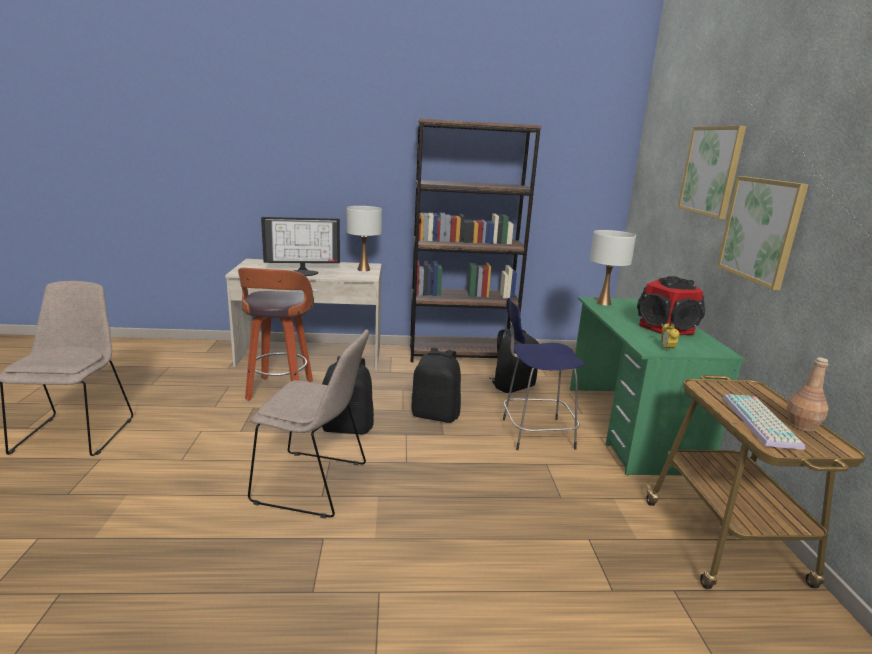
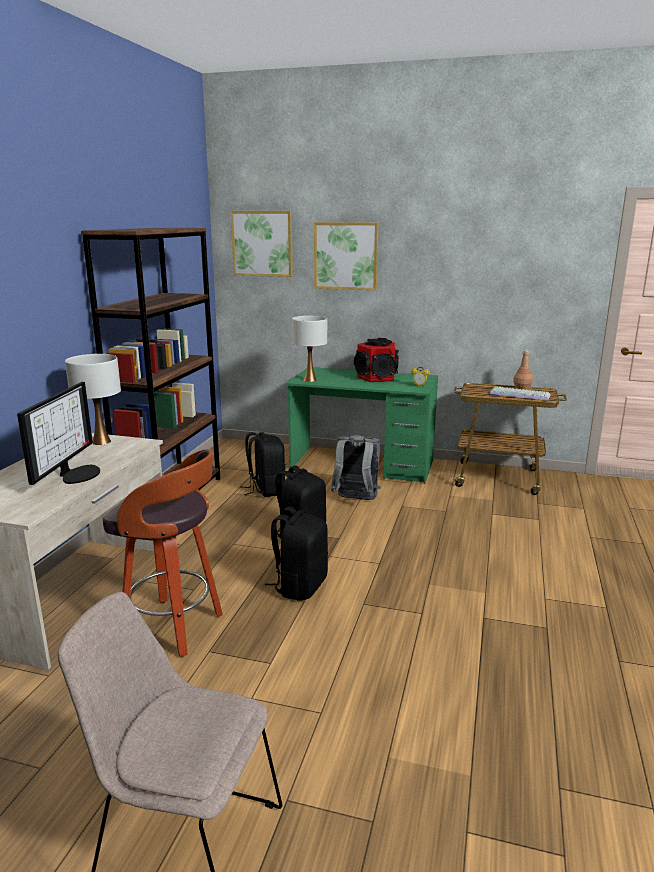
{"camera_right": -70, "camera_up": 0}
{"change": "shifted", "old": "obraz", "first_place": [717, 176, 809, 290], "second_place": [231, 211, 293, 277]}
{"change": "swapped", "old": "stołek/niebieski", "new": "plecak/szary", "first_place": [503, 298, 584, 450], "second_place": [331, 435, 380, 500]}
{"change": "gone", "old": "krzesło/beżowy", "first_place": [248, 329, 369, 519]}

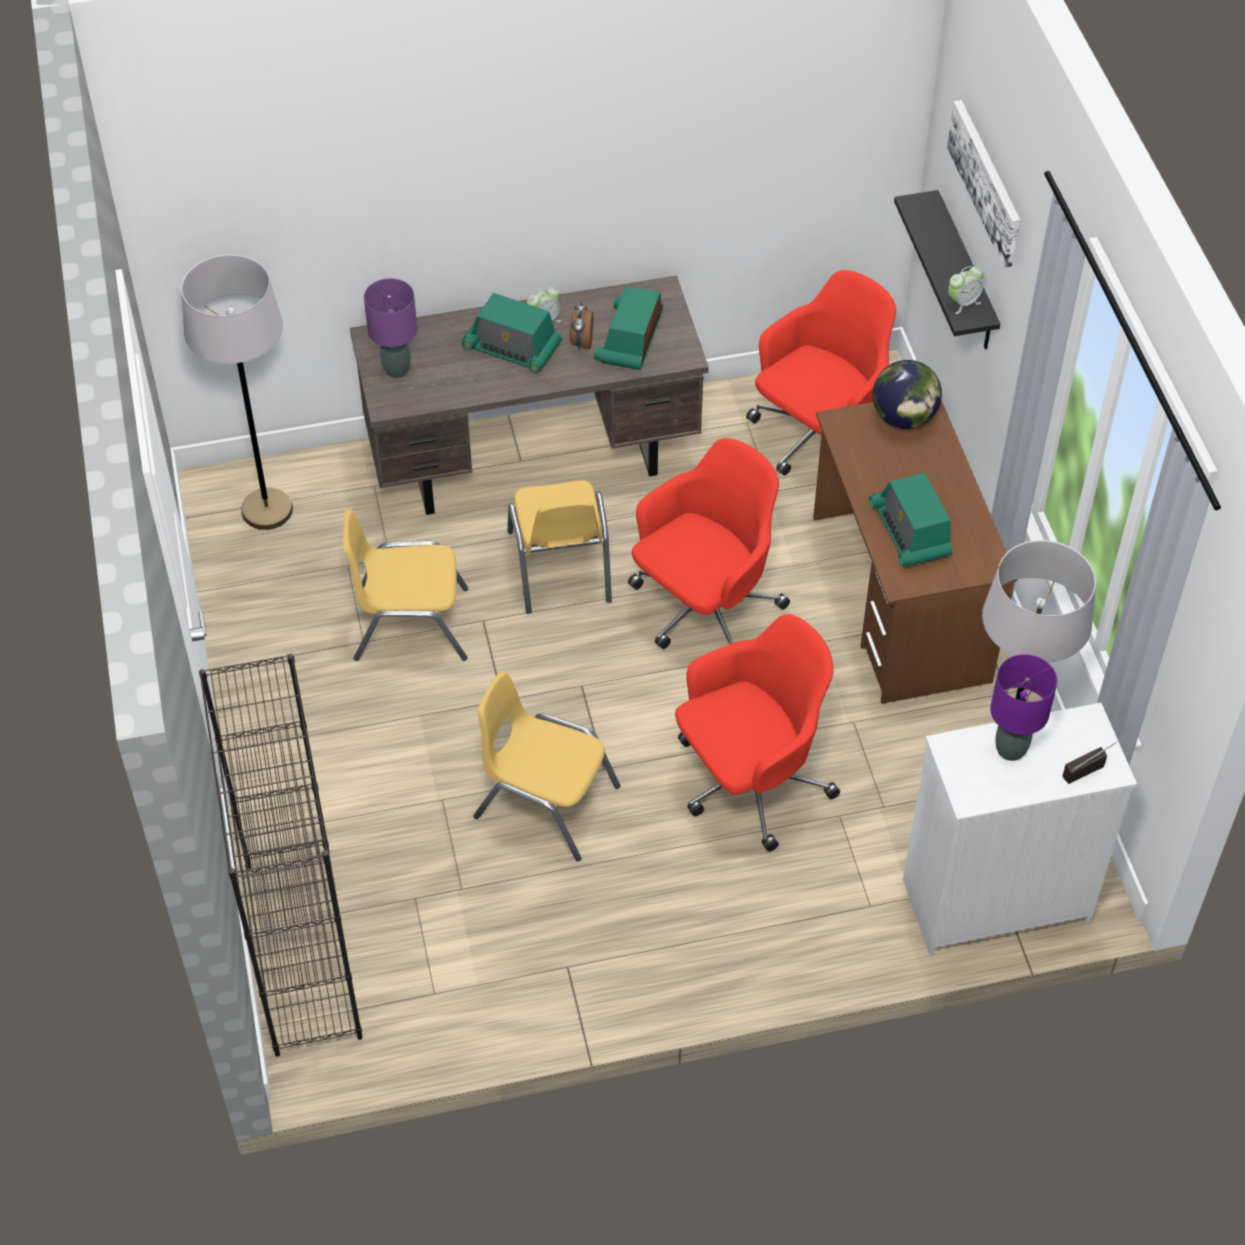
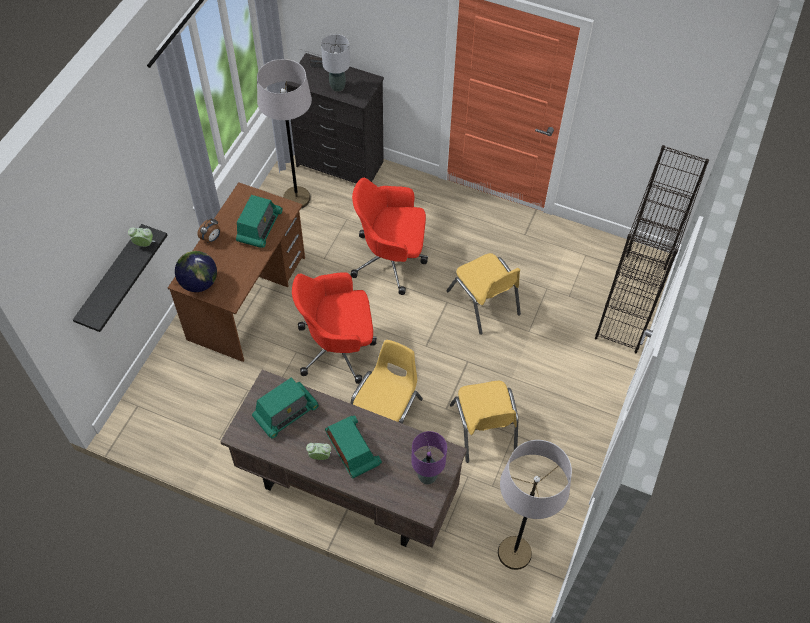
{"camera_right": -145, "camera_up": 5}
{"change": "shifted", "old": "budzik", "first_place": [570, 302, 593, 350], "second_place": [197, 219, 220, 243]}
{"change": "repainted", "old": "komoda/biały", "new": "komoda/czarny", "first_place": [903, 703, 1137, 955], "second_place": [285, 53, 384, 184]}
{"change": "repainted", "old": "lampa stołowa/fioletowy", "new": "lampa stołowa/szary", "first_place": [990, 654, 1057, 761], "second_place": [321, 34, 350, 92]}
{"change": "rotated", "old": "krzesło/żółty", "first_place": [343, 510, 468, 661], "second_place": [450, 381, 518, 463], "degrees": 45}
{"change": "gone", "old": "krzesło biurowe/czerwony", "first_place": [746, 270, 896, 475]}
{"change": "gone", "old": "obraz", "first_place": [947, 100, 1021, 268]}

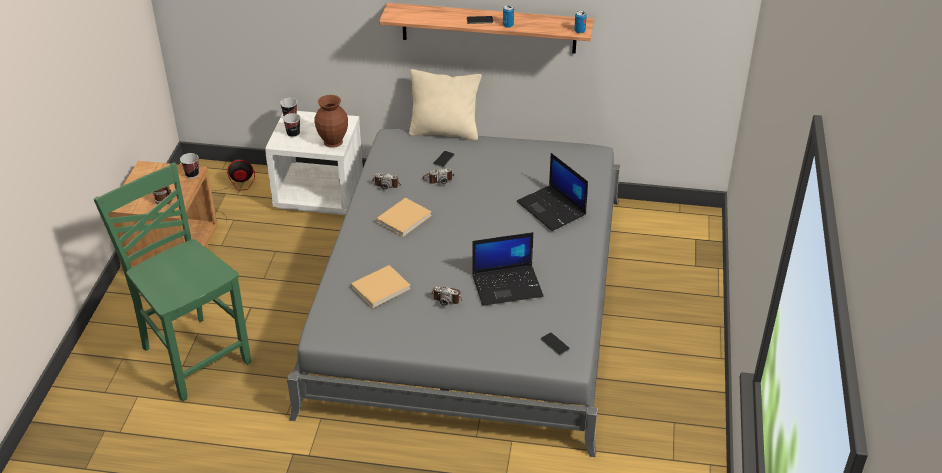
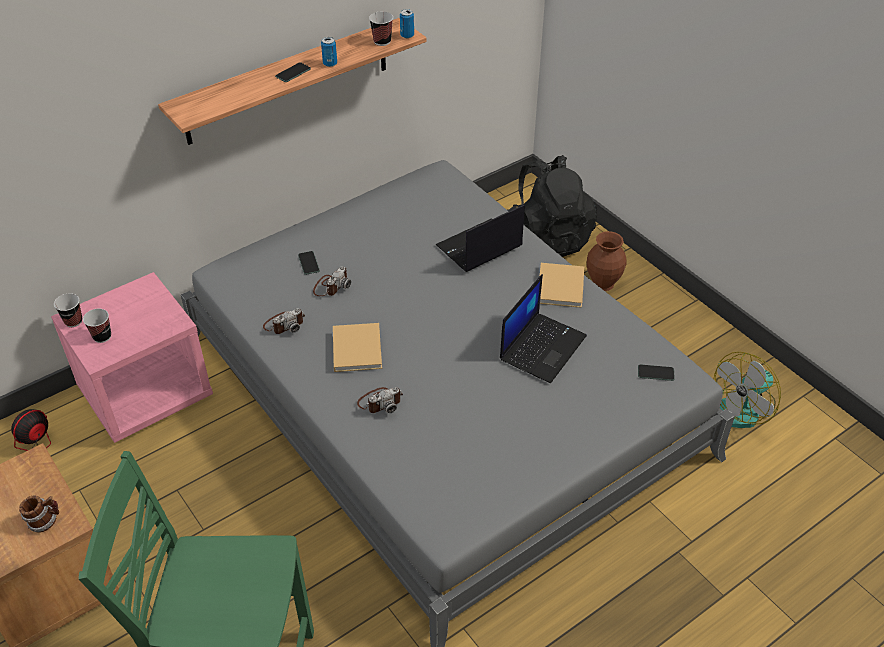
{"camera_right": -45, "camera_up": 5}
{"change": "repainted", "old": "szafka nocna/biały", "new": "szafka nocna/różowy", "first_place": [265, 111, 363, 215], "second_place": [51, 272, 213, 443]}
{"change": "shifted", "old": "aparat fotograficzny", "first_place": [431, 286, 462, 306], "second_place": [357, 387, 403, 413]}
{"change": "shifted", "old": "filiżanka", "first_place": [180, 153, 199, 178], "second_place": [369, 12, 393, 46]}
{"change": "rotated", "old": "laptop", "first_place": [517, 153, 588, 231], "second_place": [436, 205, 525, 272], "degrees": 135}
{"change": "new", "new": "plecak/czarny", "second_place": [507, 155, 598, 257]}
{"change": "shifted", "old": "książka/beżowy", "first_place": [351, 265, 411, 308], "second_place": [540, 263, 584, 308]}
{"change": "shifted", "old": "wazon/brązowy", "first_place": [314, 95, 348, 148], "second_place": [587, 231, 627, 291]}
{"change": "new", "new": "wentylator", "second_place": [714, 352, 781, 428]}
{"change": "gone", "old": "poduszka/beżowy", "first_place": [409, 69, 482, 141]}

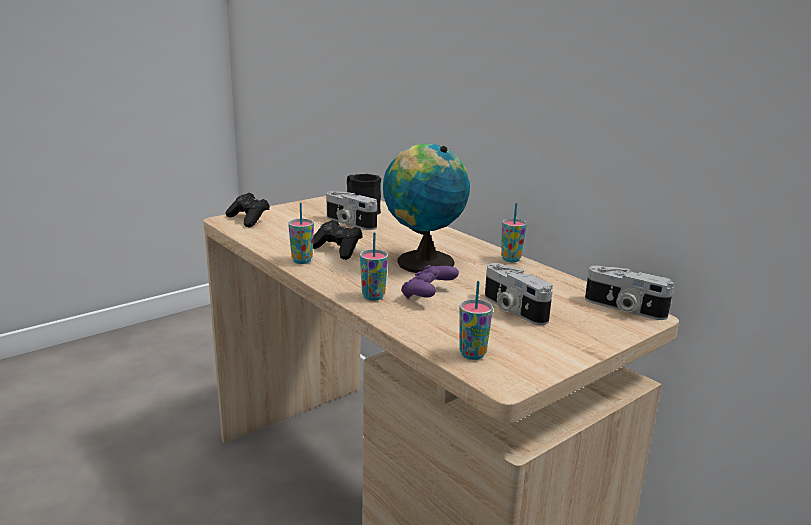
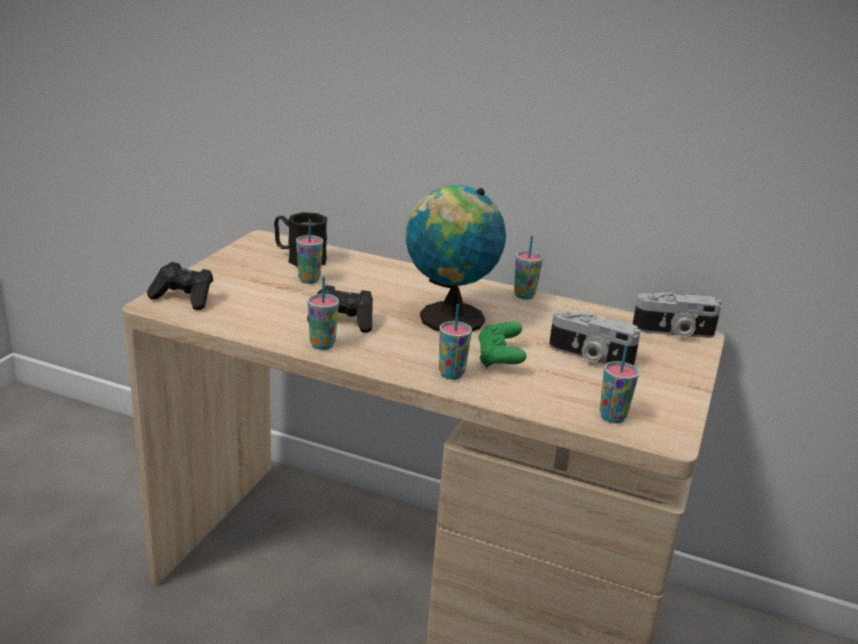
{"camera_right": -30, "camera_up": 5}
{"change": "swapped", "old": "aparat fotograficzny", "new": "filiżanka", "first_place": [326, 191, 377, 230], "second_place": [296, 219, 323, 284]}
{"change": "repainted", "old": "pad do gier/fioletowy", "new": "pad do gier/zielony", "first_place": [401, 265, 459, 299], "second_place": [478, 322, 526, 368]}

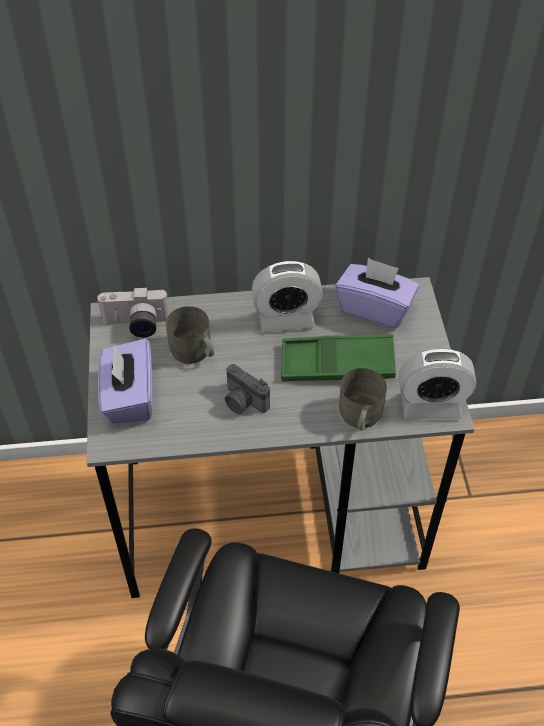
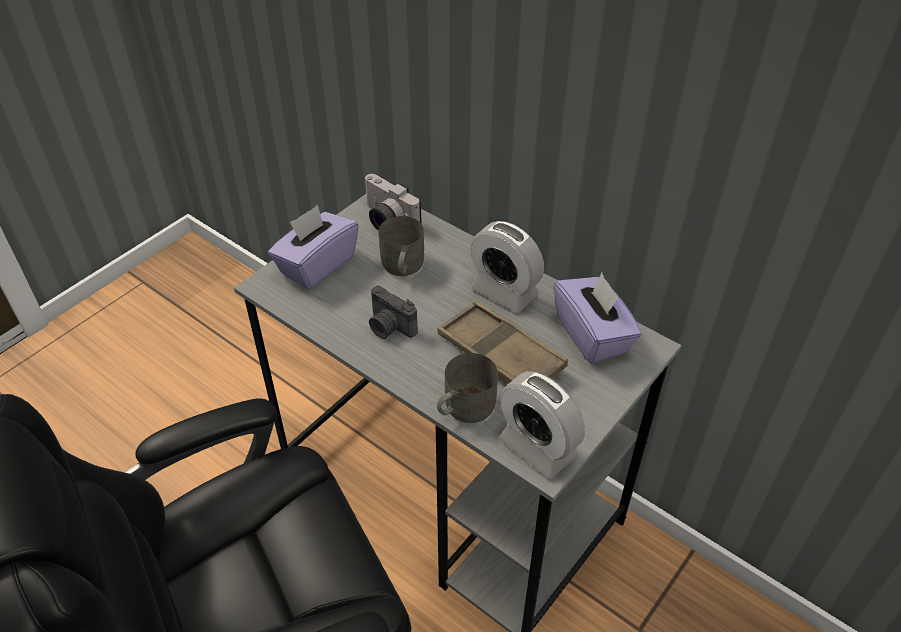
{"camera_right": 45, "camera_up": -5}
{"change": "rotated", "old": "aparat fotograficzny", "first_place": [225, 364, 270, 414], "second_place": [369, 286, 418, 339], "degrees": -45}
{"change": "repainted", "old": "taca/zielony", "new": "taca/brązowy", "first_place": [281, 334, 396, 381], "second_place": [437, 301, 568, 384]}

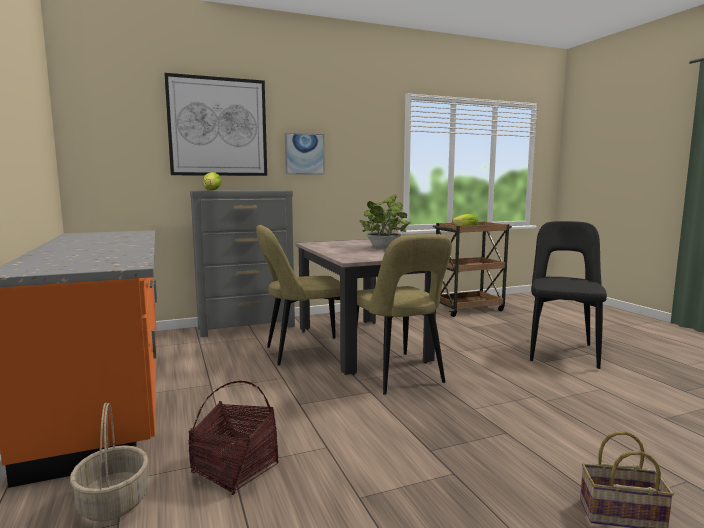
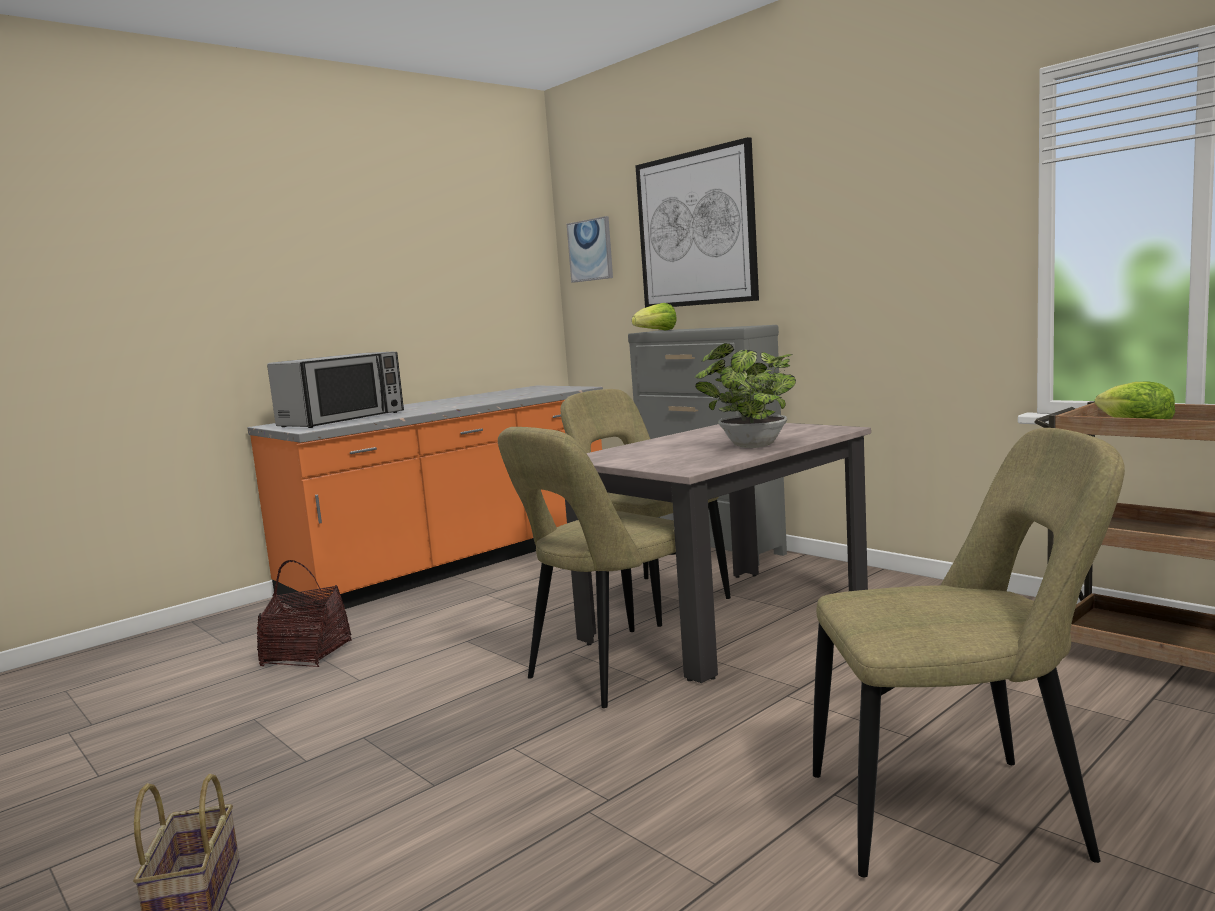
{"camera_right": 70, "camera_up": 0}
{"change": "new", "new": "mikrofalówka", "second_place": [267, 352, 404, 428]}
{"change": "shifted", "old": "obraz", "first_place": [285, 133, 325, 175], "second_place": [567, 216, 613, 283]}
{"change": "repainted", "old": "krzesło/czarny", "new": "krzesło/beżowy", "first_place": [530, 221, 607, 369], "second_place": [813, 428, 1125, 877]}
{"change": "gone", "old": "koszyk", "first_place": [70, 402, 148, 522]}

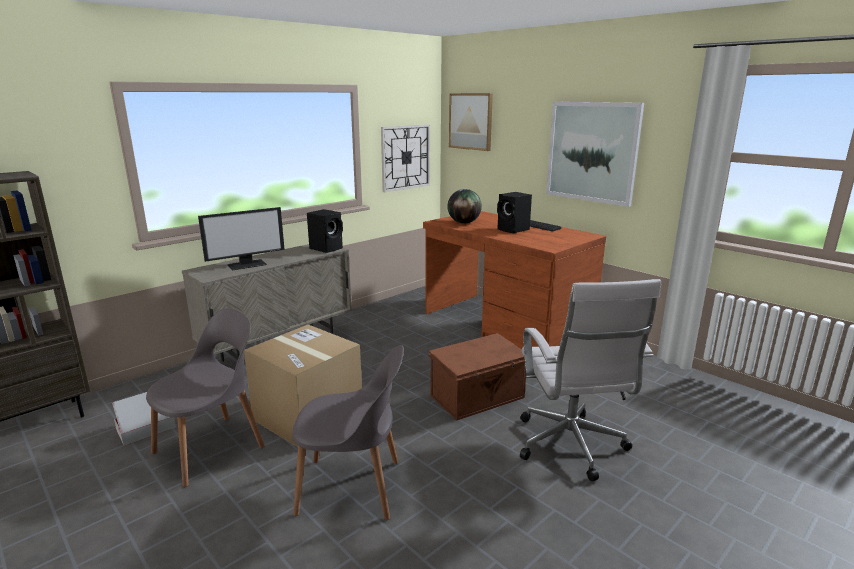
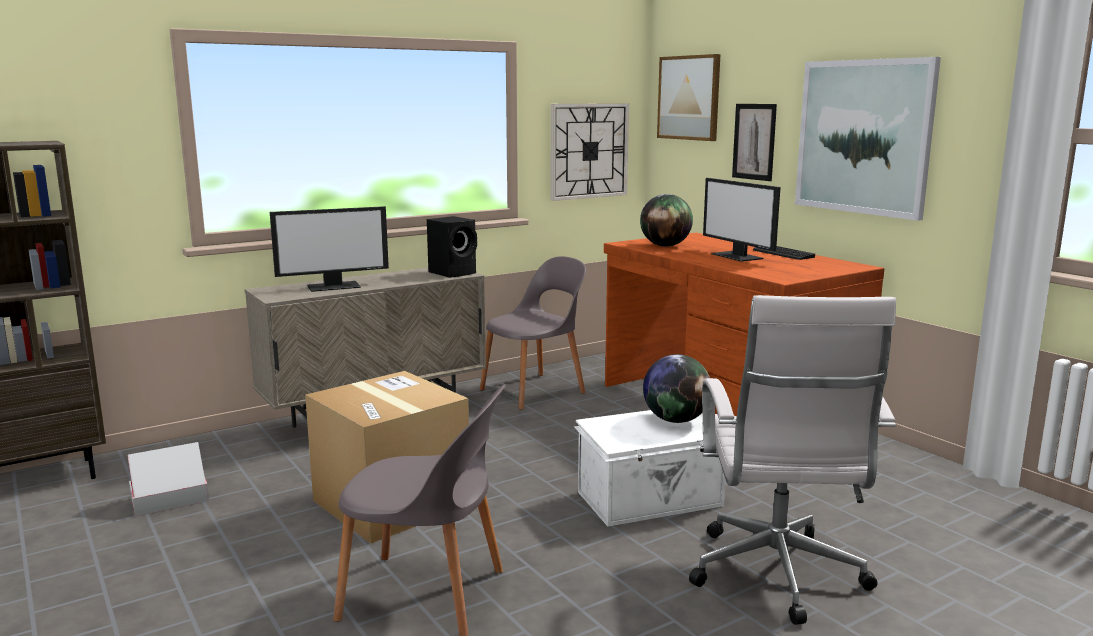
{"camera_right": 10, "camera_up": -5}
{"change": "shifted", "old": "krzesło/szary", "first_place": [146, 308, 265, 487], "second_place": [480, 256, 586, 410]}
{"change": "repainted", "old": "pojemnik do przechowywania/brązowy", "new": "pojemnik do przechowywania/biały", "first_place": [428, 333, 526, 420], "second_place": [574, 410, 725, 527]}
{"change": "new", "new": "globus", "second_place": [643, 354, 710, 423]}
{"change": "swapped", "old": "głośnik/czarny", "new": "monitor", "first_place": [497, 192, 532, 233], "second_place": [703, 178, 780, 262]}
{"change": "new", "new": "obraz", "second_place": [732, 104, 777, 181]}

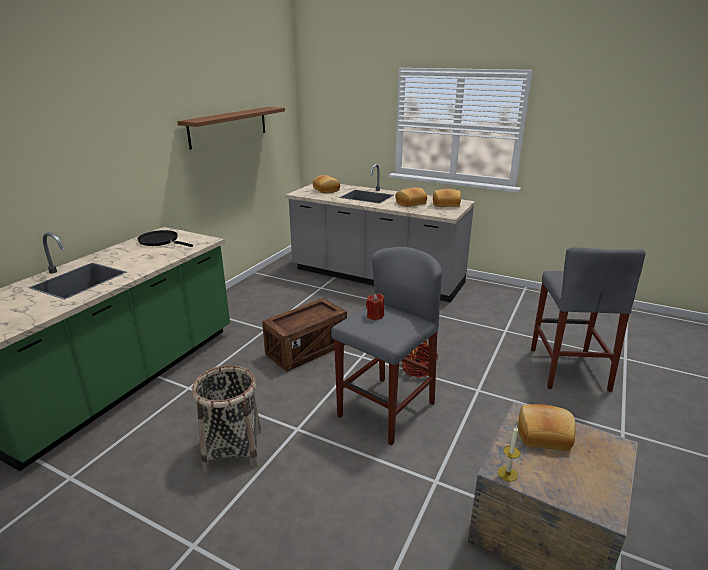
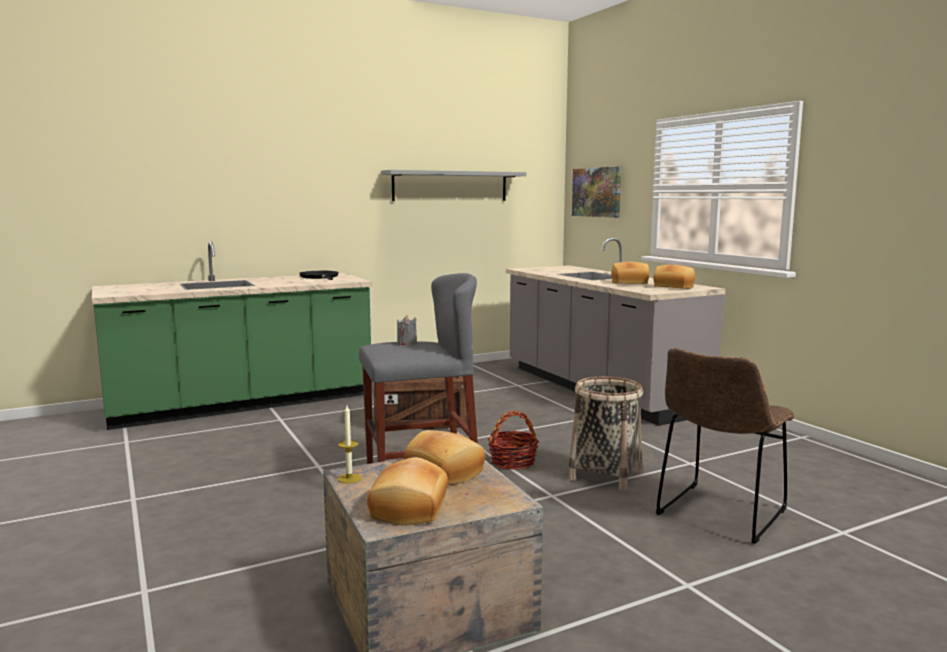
{"camera_right": 35, "camera_up": -15}
{"change": "shifted", "old": "chleb", "first_place": [313, 175, 340, 193], "second_place": [367, 457, 448, 525]}
{"change": "repainted", "old": "półka/brązowy", "new": "półka/szary", "first_place": [177, 107, 285, 150], "second_place": [381, 170, 527, 201]}
{"change": "repainted", "old": "świeca/czerwony", "new": "świeca/szary", "first_place": [366, 293, 384, 320], "second_place": [397, 315, 417, 345]}
{"change": "shifted", "old": "koszyk", "first_place": [192, 365, 261, 472], "second_place": [568, 376, 643, 491]}
{"change": "new", "new": "obraz", "second_place": [572, 167, 621, 218]}
{"change": "swapped", "old": "stołek/szary", "new": "krzesło/brązowy", "first_place": [531, 247, 646, 392], "second_place": [656, 348, 794, 544]}

